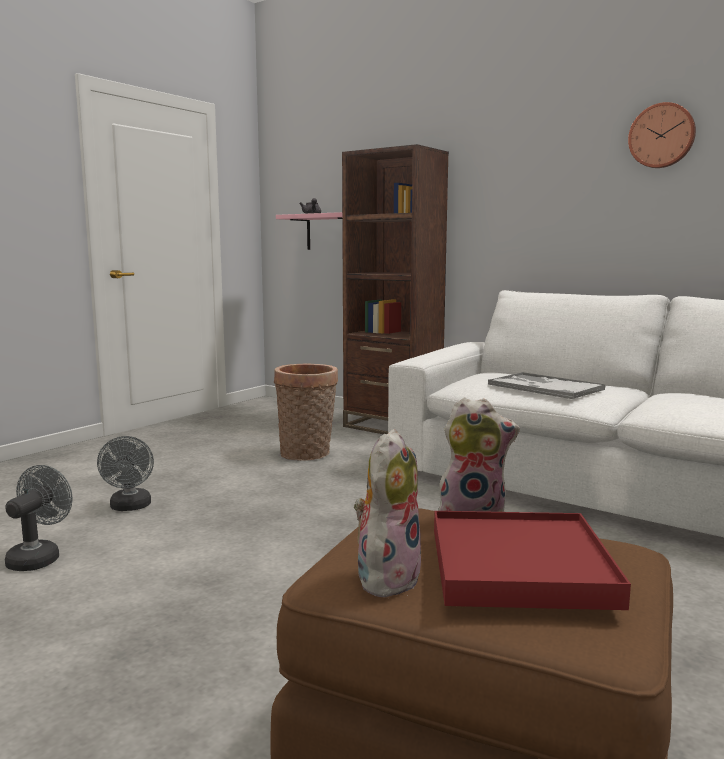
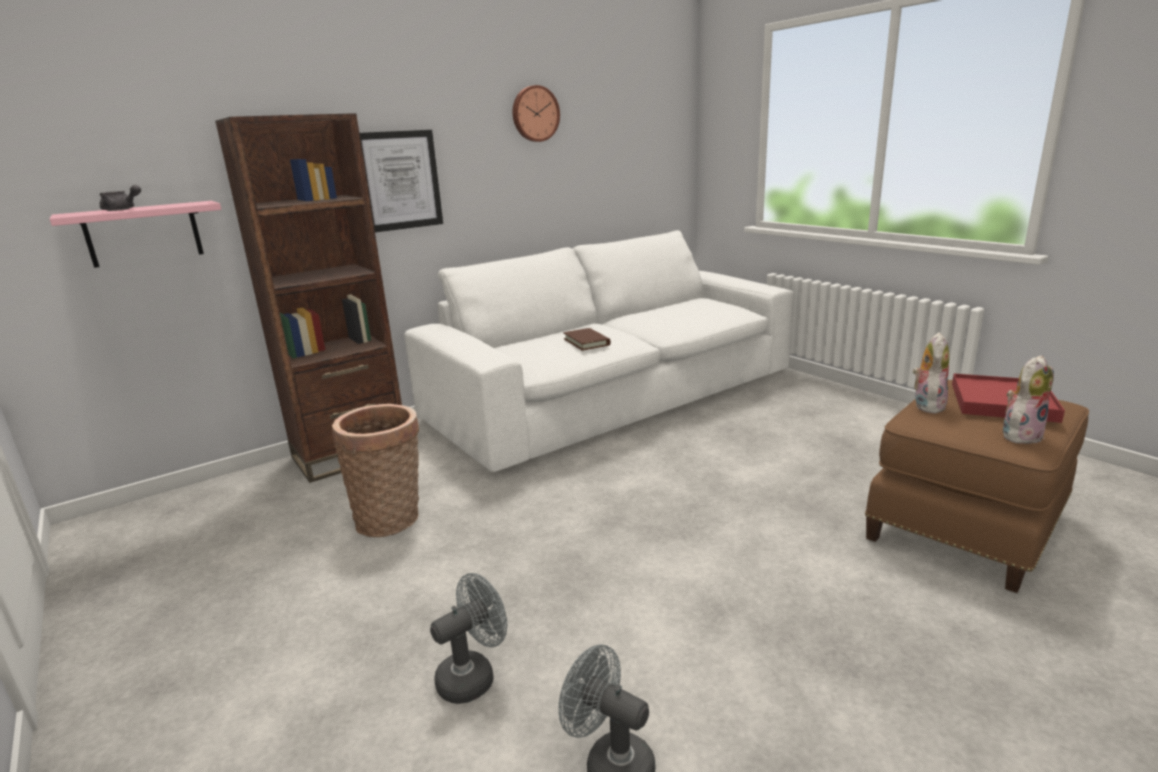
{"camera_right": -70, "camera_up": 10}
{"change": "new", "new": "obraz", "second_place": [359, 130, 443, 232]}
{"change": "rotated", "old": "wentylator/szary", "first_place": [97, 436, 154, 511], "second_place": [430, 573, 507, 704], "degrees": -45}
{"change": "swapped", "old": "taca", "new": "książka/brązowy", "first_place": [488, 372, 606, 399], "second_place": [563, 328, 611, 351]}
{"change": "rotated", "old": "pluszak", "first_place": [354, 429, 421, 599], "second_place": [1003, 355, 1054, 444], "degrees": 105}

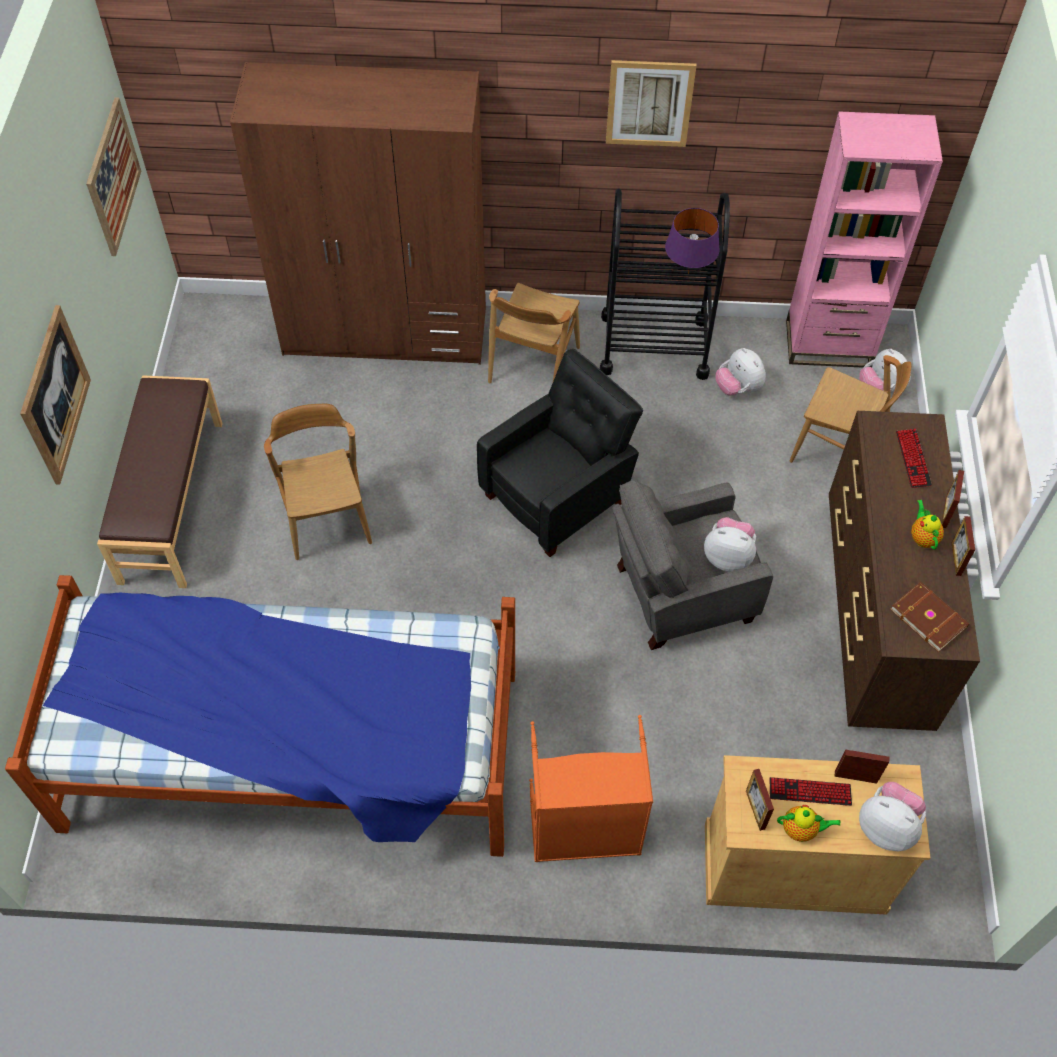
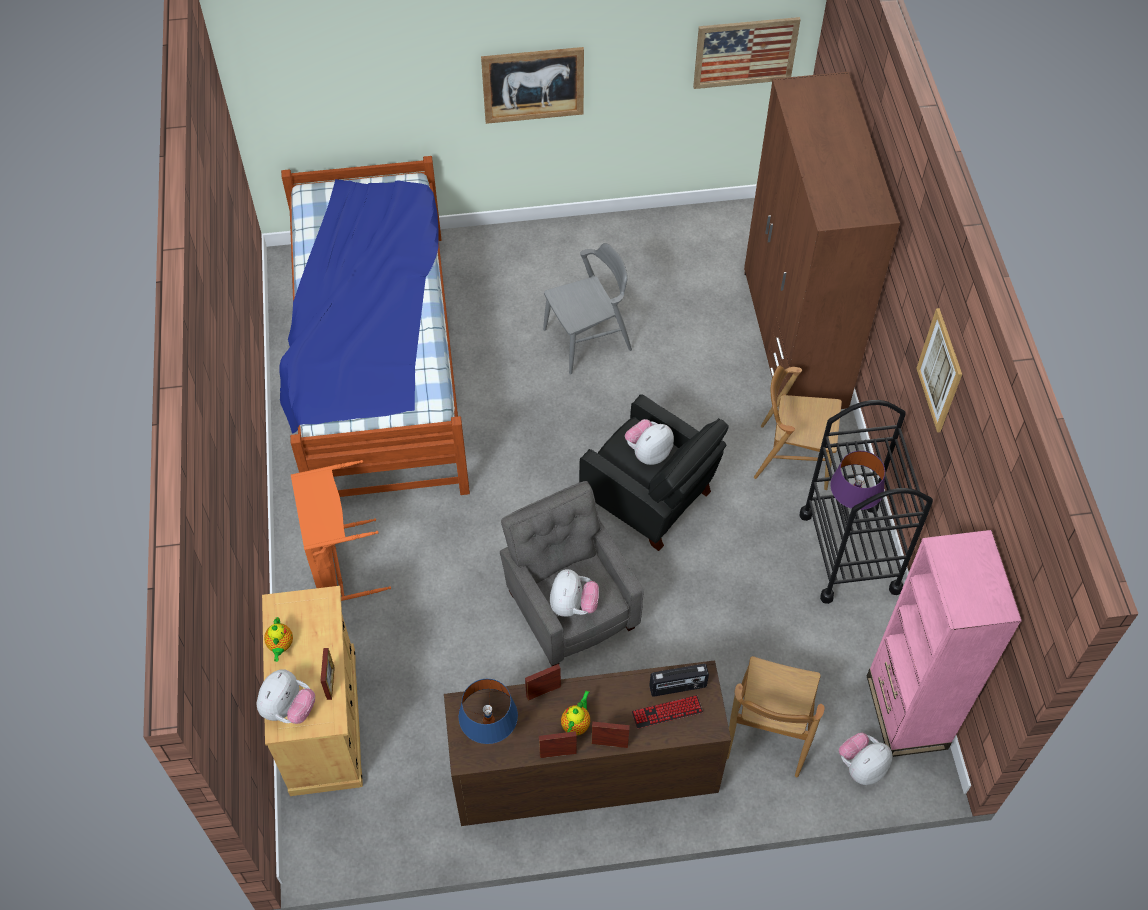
{"camera_right": 80, "camera_up": 0}
{"change": "swapped", "old": "książka/brązowy", "new": "lampa stołowa/niebieski", "first_place": [890, 582, 969, 652], "second_place": [459, 679, 518, 744]}
{"change": "shifted", "old": "ramka na zdjęcie", "first_place": [746, 769, 774, 831], "second_place": [525, 664, 561, 701]}
{"change": "repainted", "old": "krzesło/brązowy", "new": "krzesło/szary", "first_place": [264, 404, 372, 560], "second_place": [543, 243, 632, 375]}
{"change": "rotated", "old": "imbryk", "first_place": [911, 500, 944, 550], "second_place": [561, 690, 590, 736], "degrees": -45}
{"change": "shifted", "old": "pluszak", "first_place": [715, 348, 766, 396], "second_place": [625, 419, 674, 465]}
{"change": "new", "new": "radio", "second_place": [649, 664, 709, 697]}
{"change": "gone", "old": "ławka/brązowy", "first_place": [97, 375, 223, 588]}
{"change": "gone", "old": "klawiatura", "first_place": [769, 777, 852, 806]}

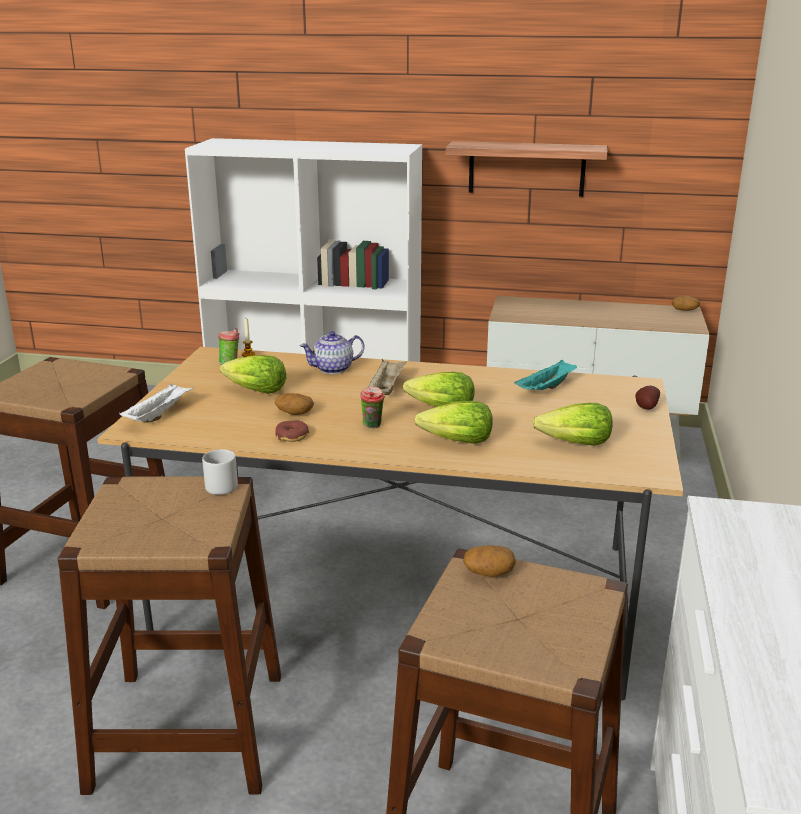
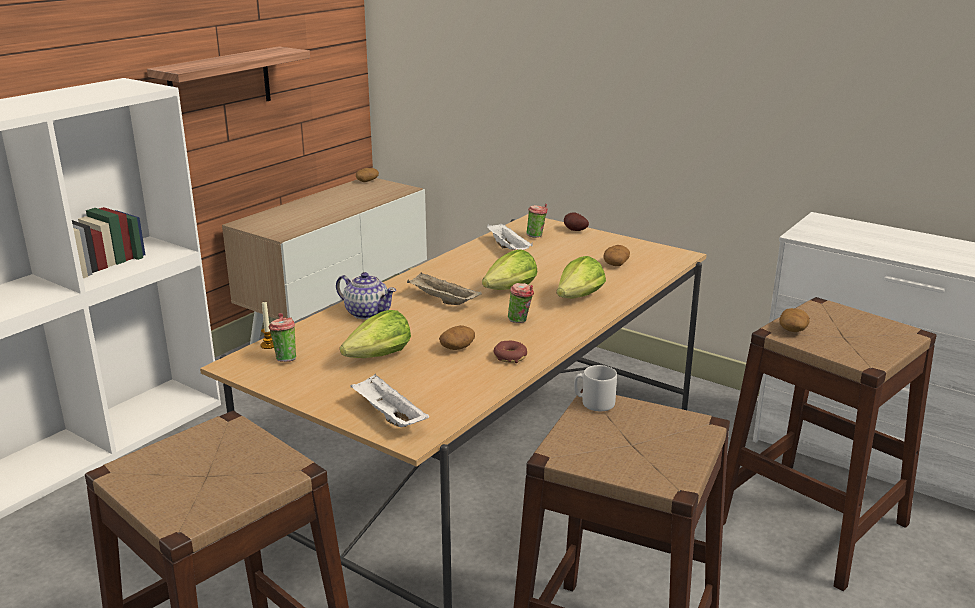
{"camera_right": -65, "camera_up": 0}
{"change": "rotated", "old": "imbryk", "first_place": [300, 331, 364, 374], "second_place": [336, 272, 396, 319], "degrees": -60}
{"change": "repainted", "old": "taca/turkusowy", "new": "taca/biały", "first_place": [514, 360, 577, 390], "second_place": [487, 223, 533, 250]}
{"change": "new", "new": "filiżanka", "second_place": [526, 203, 548, 238]}
{"change": "swapped", "old": "sałata", "new": "ziemniak", "first_place": [533, 403, 613, 446], "second_place": [603, 245, 630, 266]}

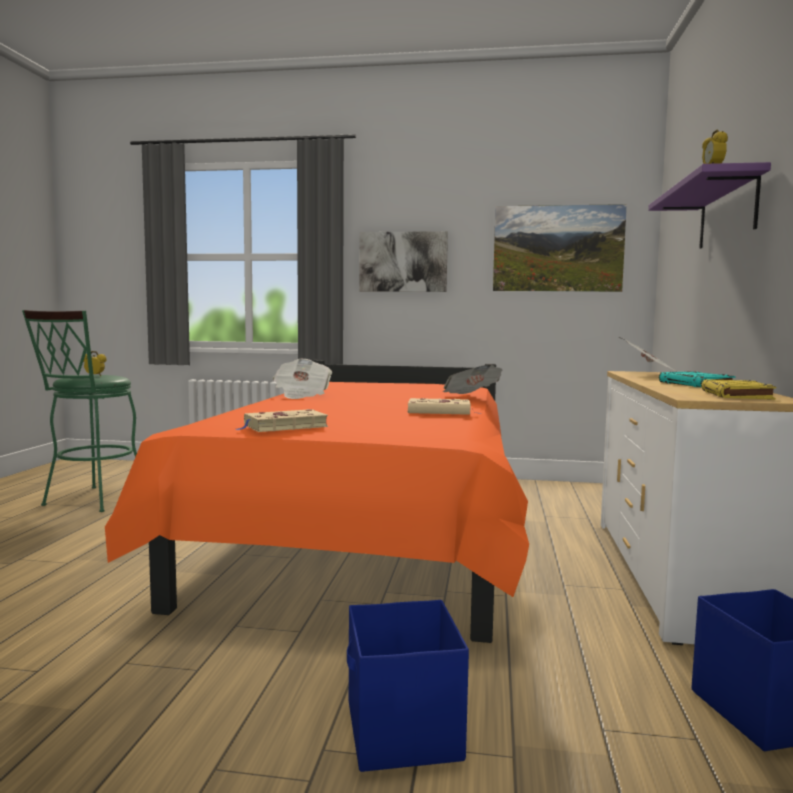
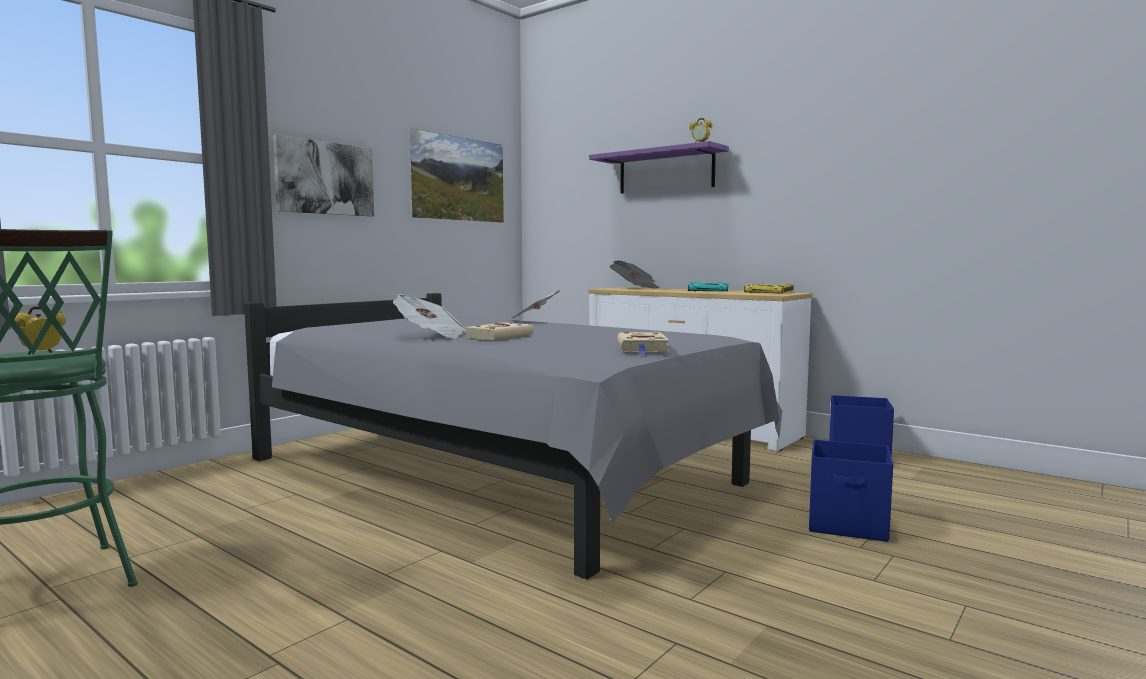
{"camera_right": -60, "camera_up": 0}
{"change": "repainted", "old": "łóżko/pomarańczowy", "new": "łóżko/szary", "first_place": [105, 360, 529, 643], "second_place": [244, 293, 782, 579]}
{"change": "shifted", "old": "książka/beżowy", "first_place": [407, 398, 482, 415], "second_place": [464, 323, 534, 340]}

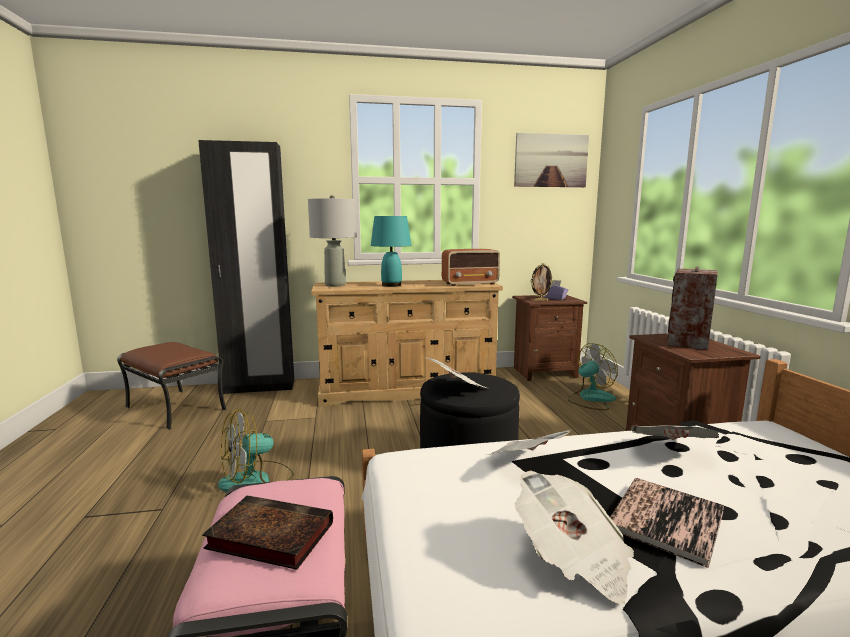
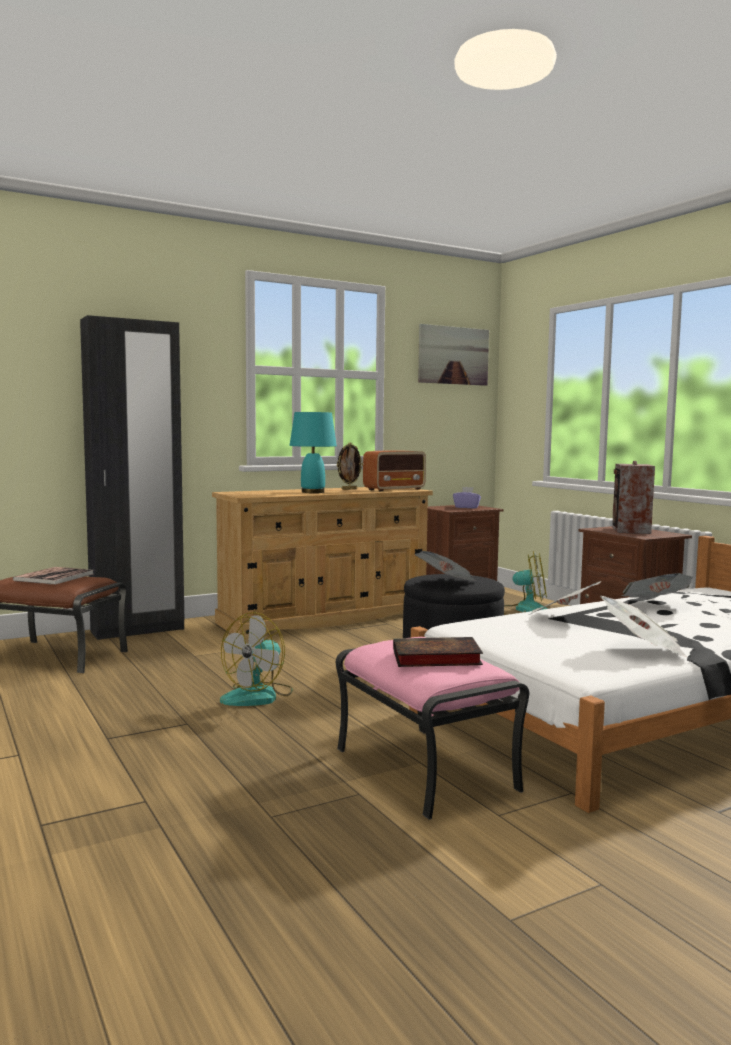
{"camera_right": -20, "camera_up": -5}
{"change": "shifted", "old": "książka", "first_place": [610, 478, 724, 568], "second_place": [13, 567, 93, 585]}
{"change": "shifted", "old": "ramka na zdjęcie", "first_place": [531, 263, 554, 301], "second_place": [337, 443, 363, 490]}
{"change": "rotated", "old": "wentylator", "first_place": [567, 343, 618, 410], "second_place": [504, 551, 547, 615], "degrees": 60}
{"change": "gone", "old": "lampa stołowa/szary", "first_place": [308, 195, 357, 287]}

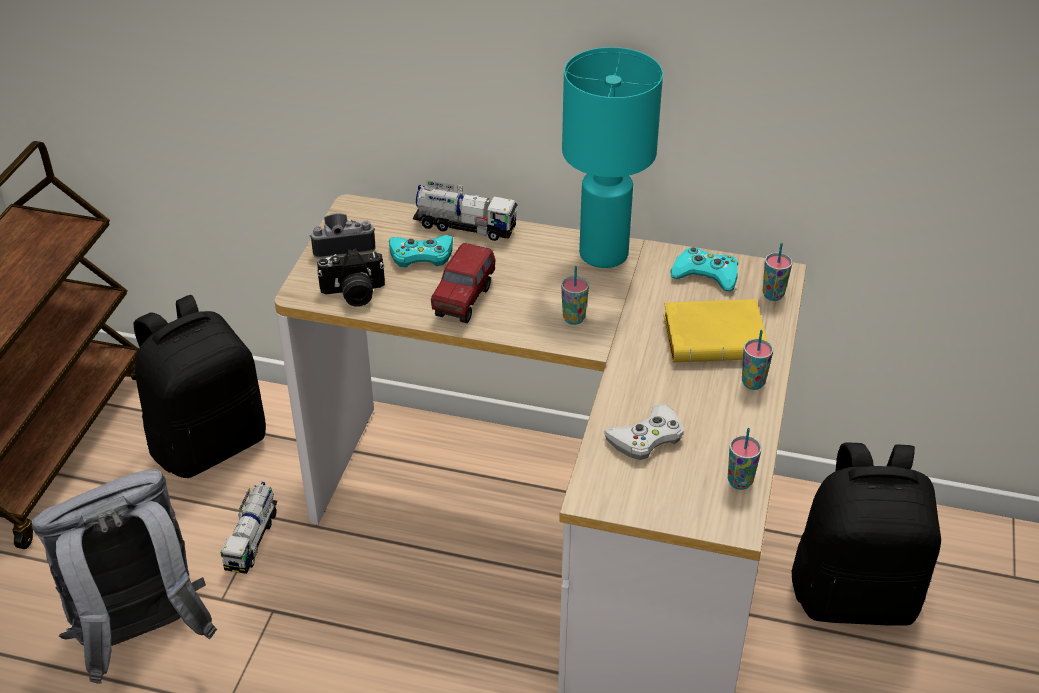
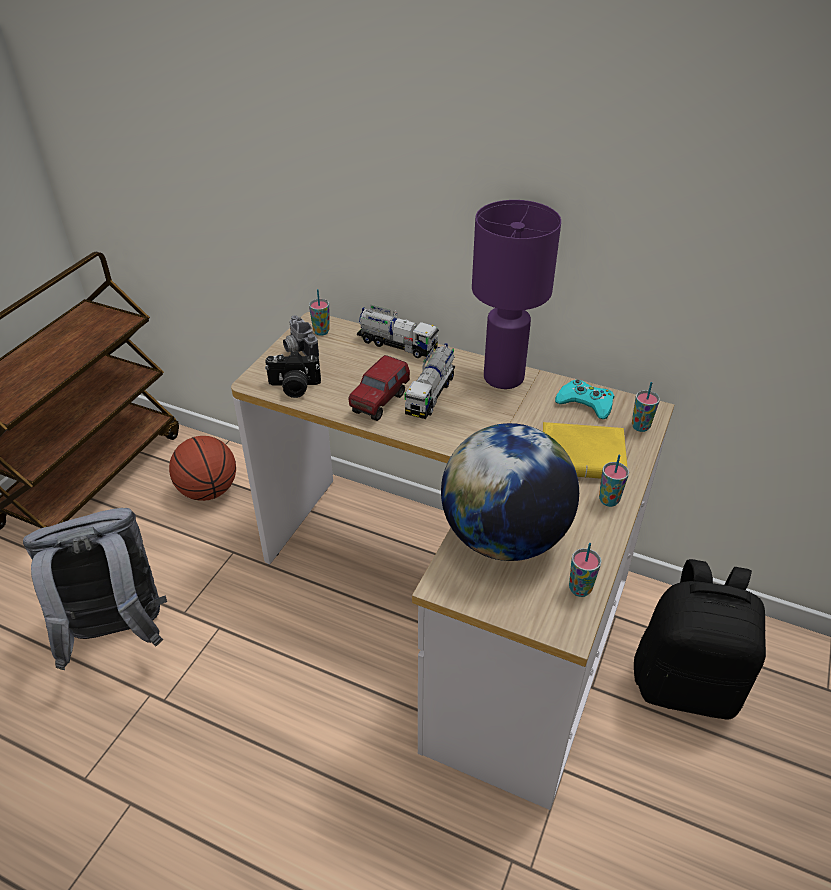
{"camera_right": 10, "camera_up": 0}
{"change": "swapped", "old": "plecak/czarny", "new": "piłka do koszykówki", "first_place": [133, 295, 266, 478], "second_place": [169, 436, 236, 501]}
{"change": "rotated", "old": "aparat fotograficzny", "first_place": [310, 213, 375, 259], "second_place": [283, 315, 319, 358], "degrees": -120}
{"change": "shifted", "old": "filiżanka", "first_place": [561, 266, 589, 325], "second_place": [309, 289, 330, 336]}
{"change": "shifted", "old": "ciężarówka zabawkowa", "first_place": [220, 482, 277, 574], "second_place": [404, 343, 455, 419]}
{"change": "swapped", "old": "pad do gier/biały", "new": "globus", "first_place": [604, 404, 683, 460], "second_place": [441, 423, 579, 561]}
{"change": "repainted", "old": "lampa stołowa/turkusowy", "new": "lampa stołowa/fioletowy", "first_place": [562, 47, 663, 268], "second_place": [472, 200, 561, 389]}
{"change": "gone", "old": "pad do gier/turkusowy", "first_place": [389, 235, 453, 268]}

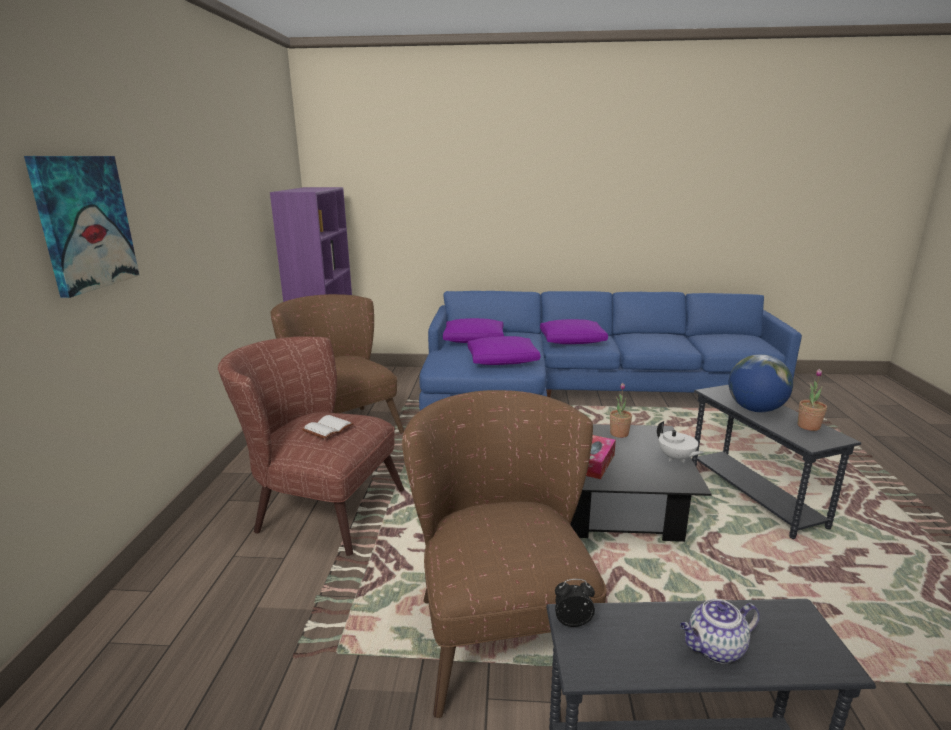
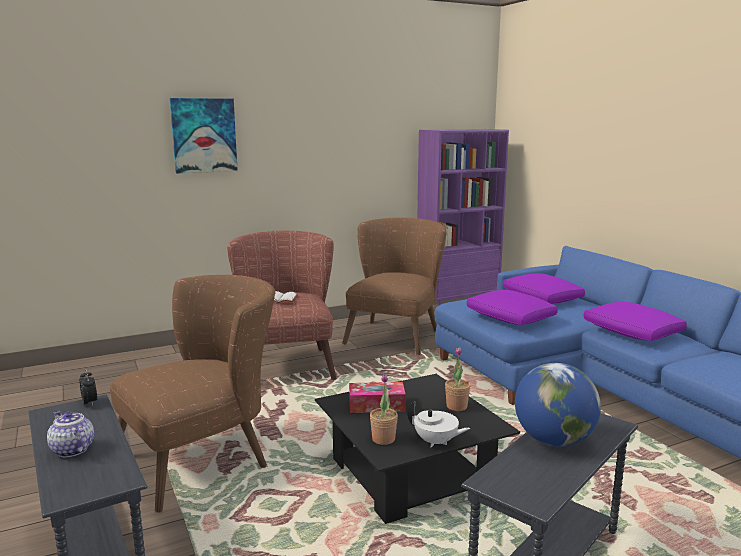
{"camera_right": 60, "camera_up": -5}
{"change": "shifted", "old": "roślina doniczkowa", "first_place": [798, 369, 827, 431], "second_place": [370, 374, 398, 445]}
{"change": "rotated", "old": "imbryk/biały", "first_place": [657, 421, 704, 462], "second_place": [407, 401, 470, 448], "degrees": -90}

